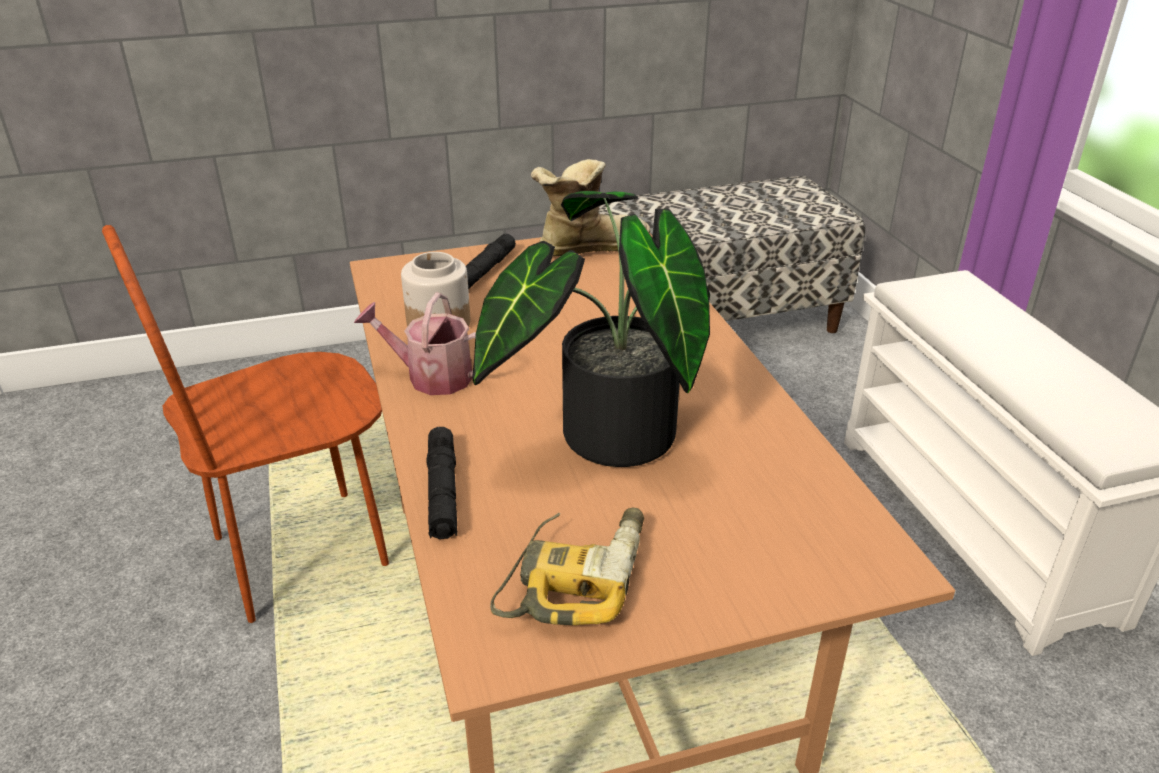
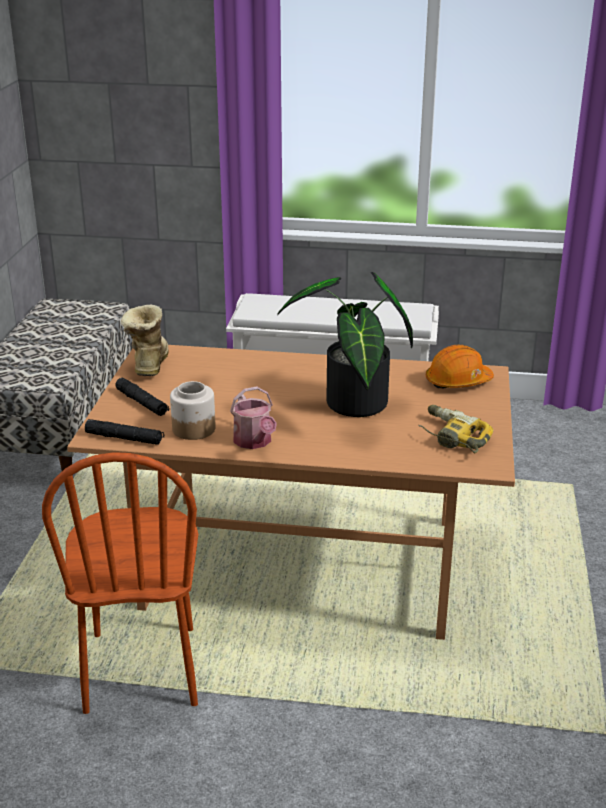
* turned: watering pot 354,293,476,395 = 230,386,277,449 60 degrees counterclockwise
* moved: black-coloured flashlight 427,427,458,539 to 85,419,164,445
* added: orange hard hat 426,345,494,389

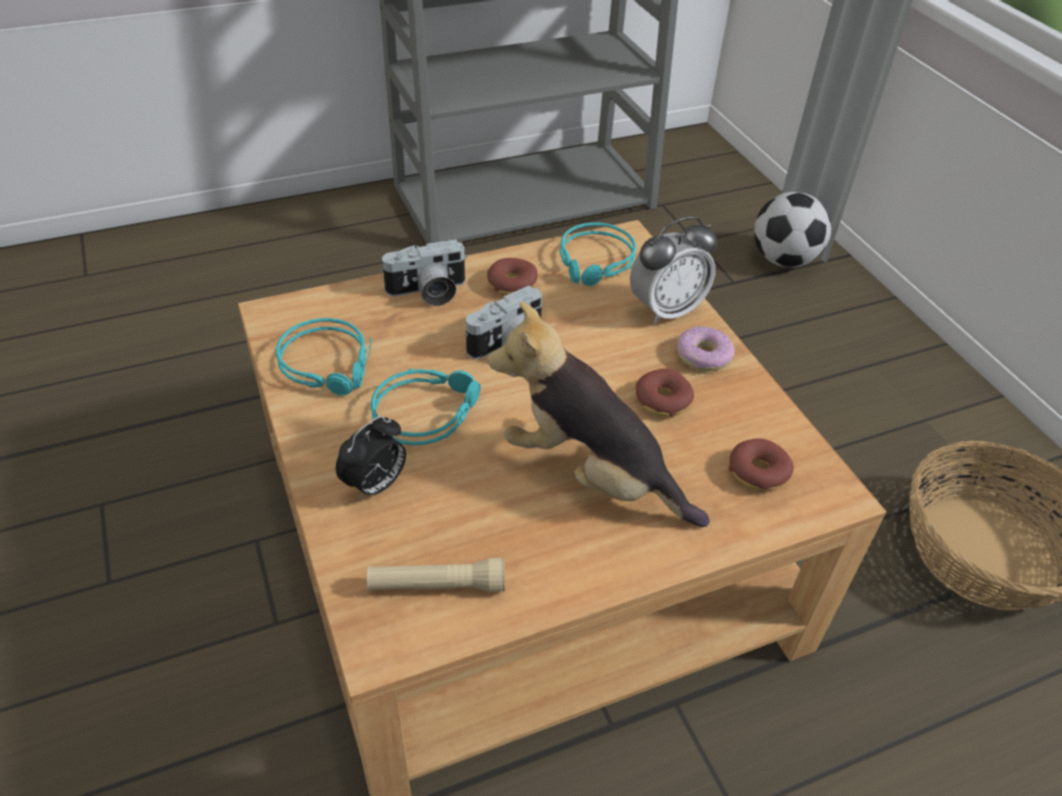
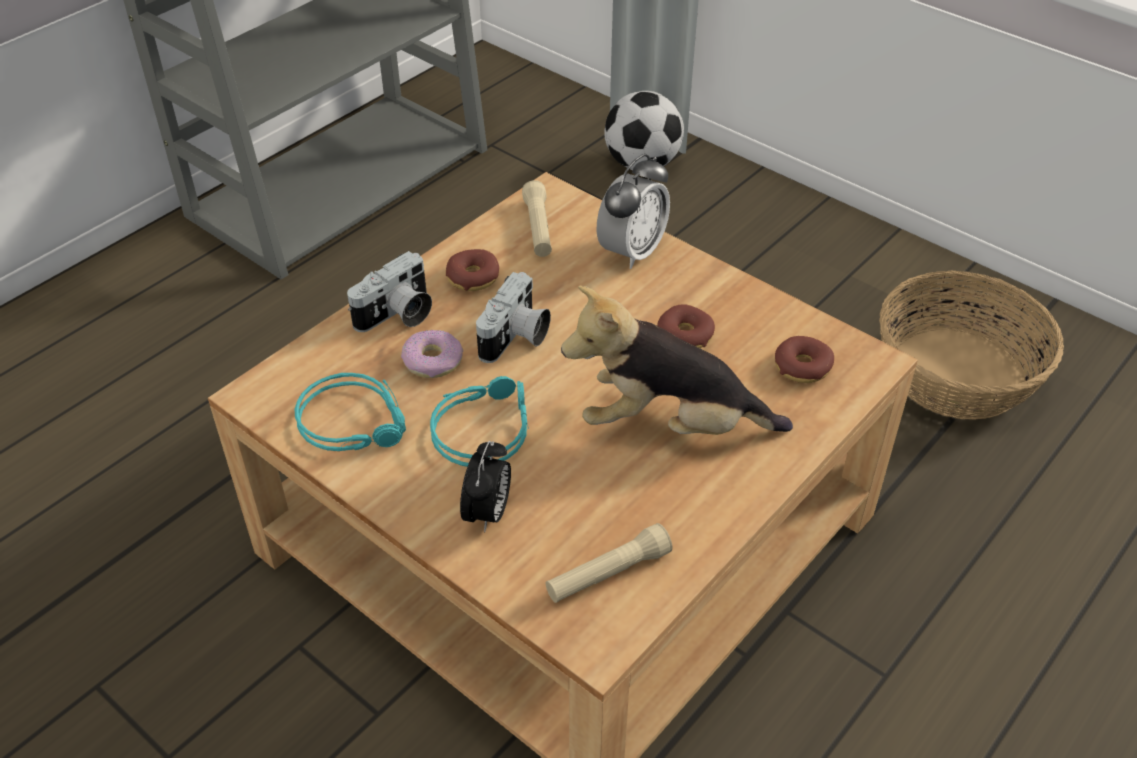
* replaced: turquoise-coloured pair of headphones 559,223,636,286 to beige flashlight 522,180,552,257
* moved: doughnut 677,326,735,371 to 401,330,463,378

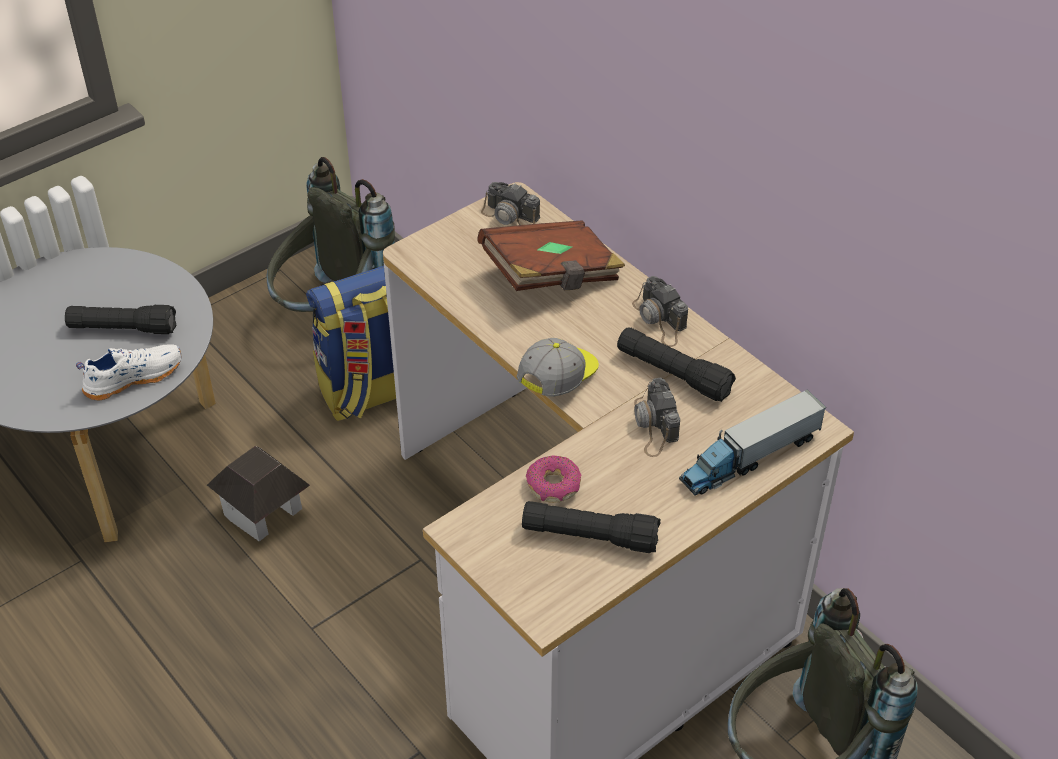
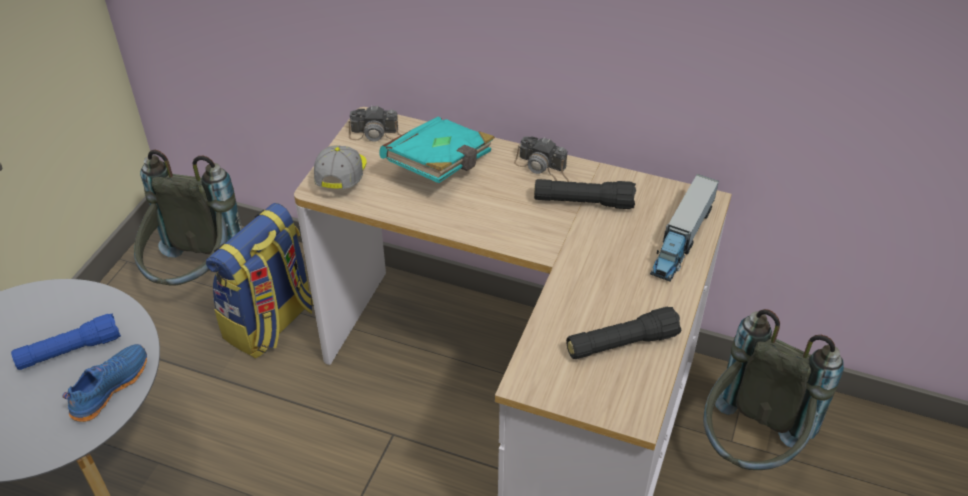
* recoloured: black-coloured flashlight 65,305,176,334 to blue flashlight 11,313,121,370
* recoloured: white-coloured item of footwear 76,344,181,400 to blue item of footwear 62,344,147,422
* removed: miniature house 207,446,310,542
* recoloured: brown volume 477,220,625,291 to turquoise-coloured volume 380,117,495,183
* moved: peaked cap 517,338,599,397 to 314,145,367,189
* removed: doughnut 526,455,581,503
* removed: still camera 634,378,680,457

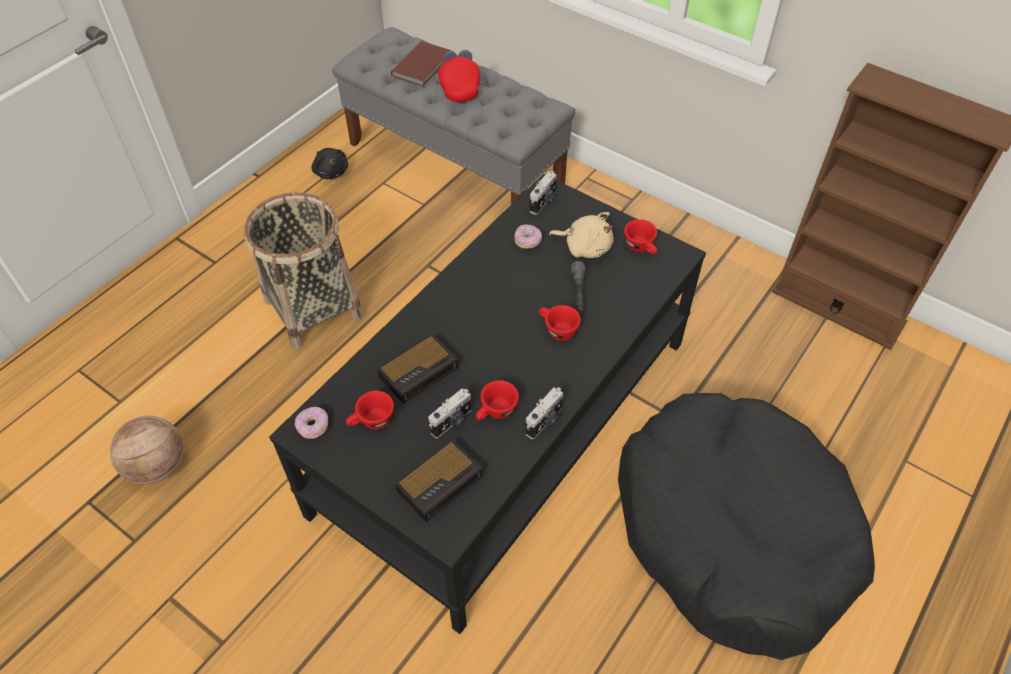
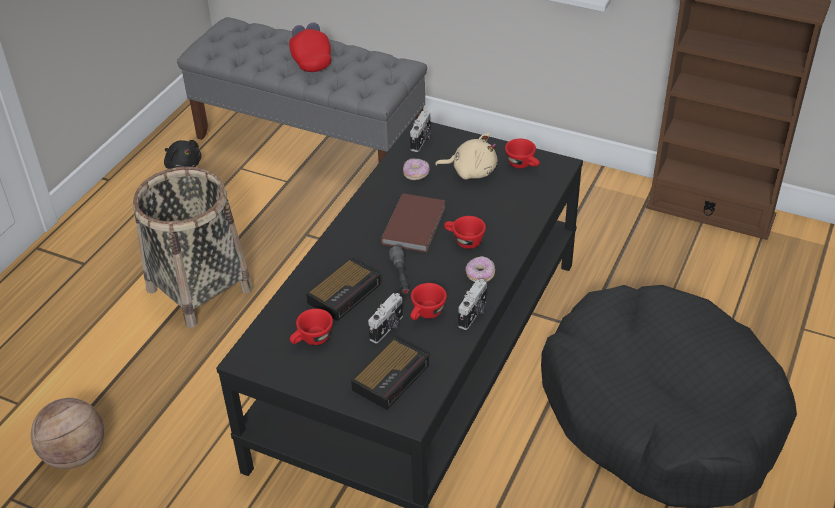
* moved: doughnut 295,407,328,439 to 465,256,495,282
* moved: brown volume 391,41,452,87 to 380,193,446,252
* moved: gray flashlight 571,261,586,312 to 389,246,409,294

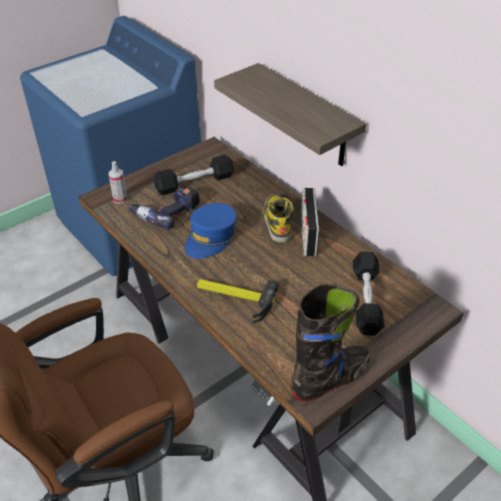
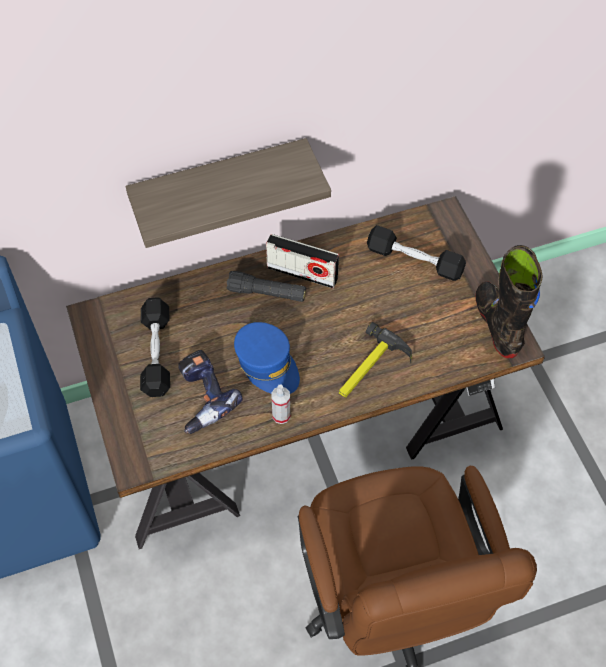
* moved: spray bottle 108,161,127,204 to 271,384,290,424
* replaced: tall boot 263,194,294,243 to black-coloured flashlight 227,271,306,302

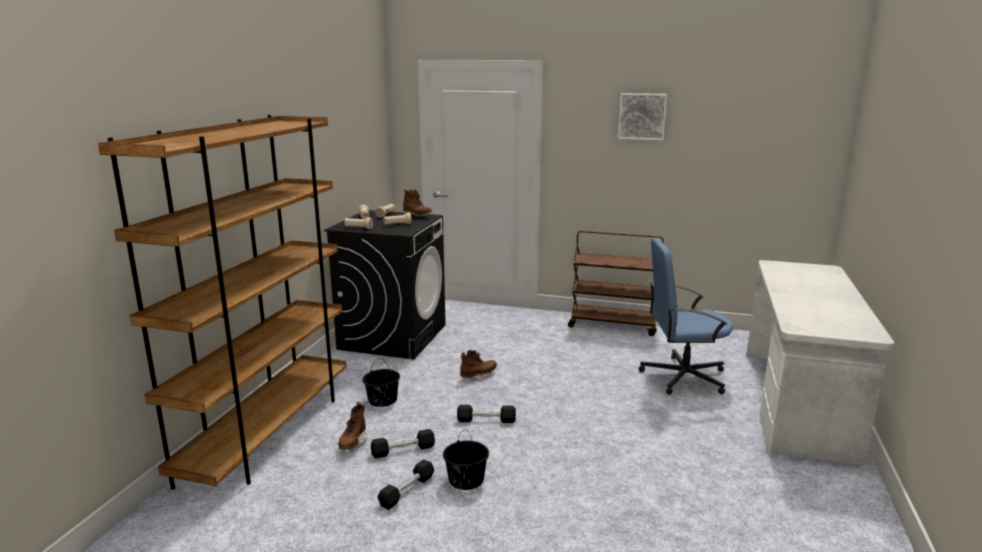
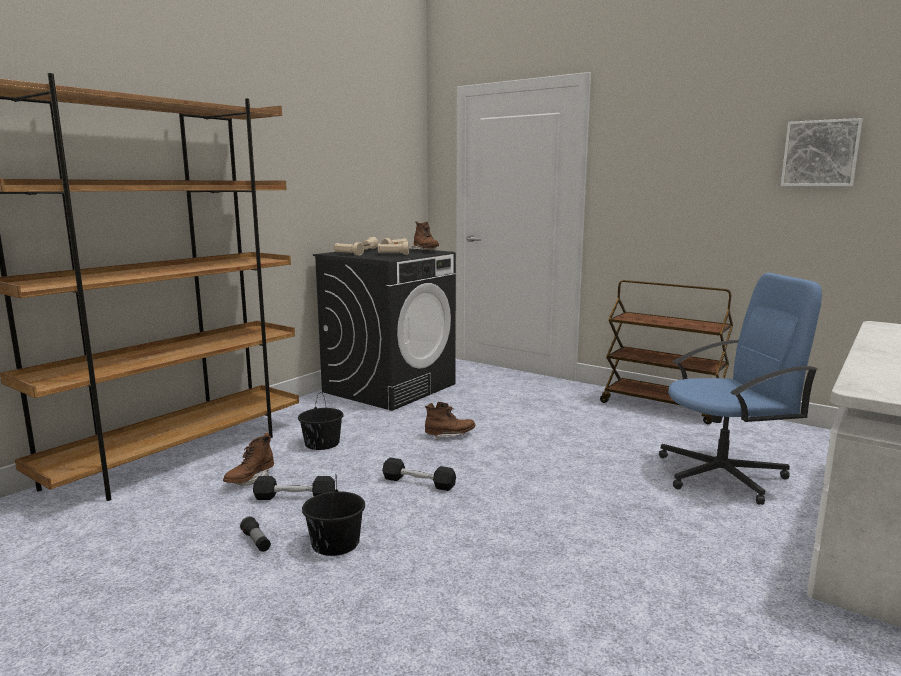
* replaced: black-coloured hand weight 378,459,434,510 to flashlight 240,516,271,552
* moved: picture 618,93,667,140 to 781,118,863,186
* turned: blue computer chair 639,238,733,395 = 659,273,822,505 150 degrees clockwise

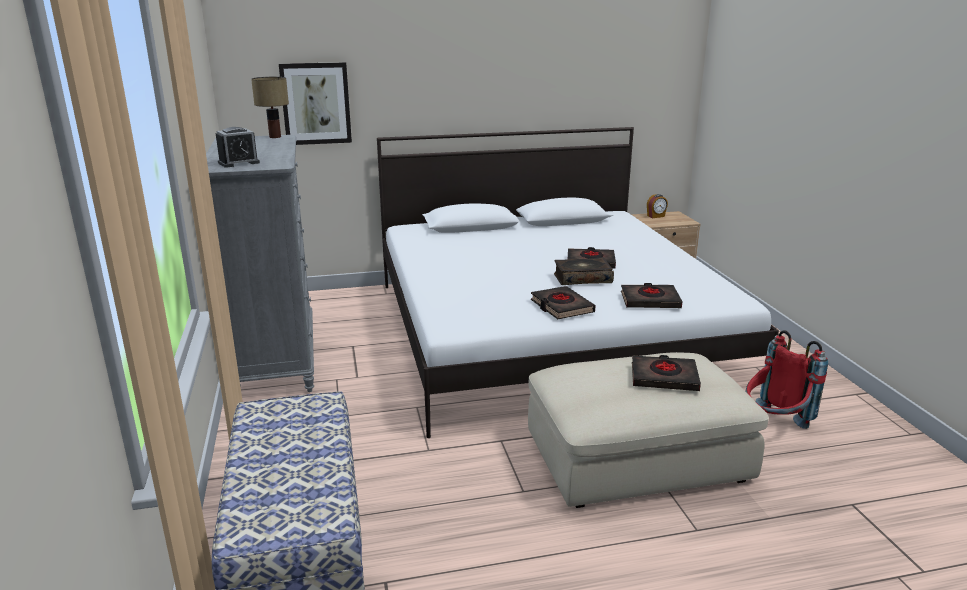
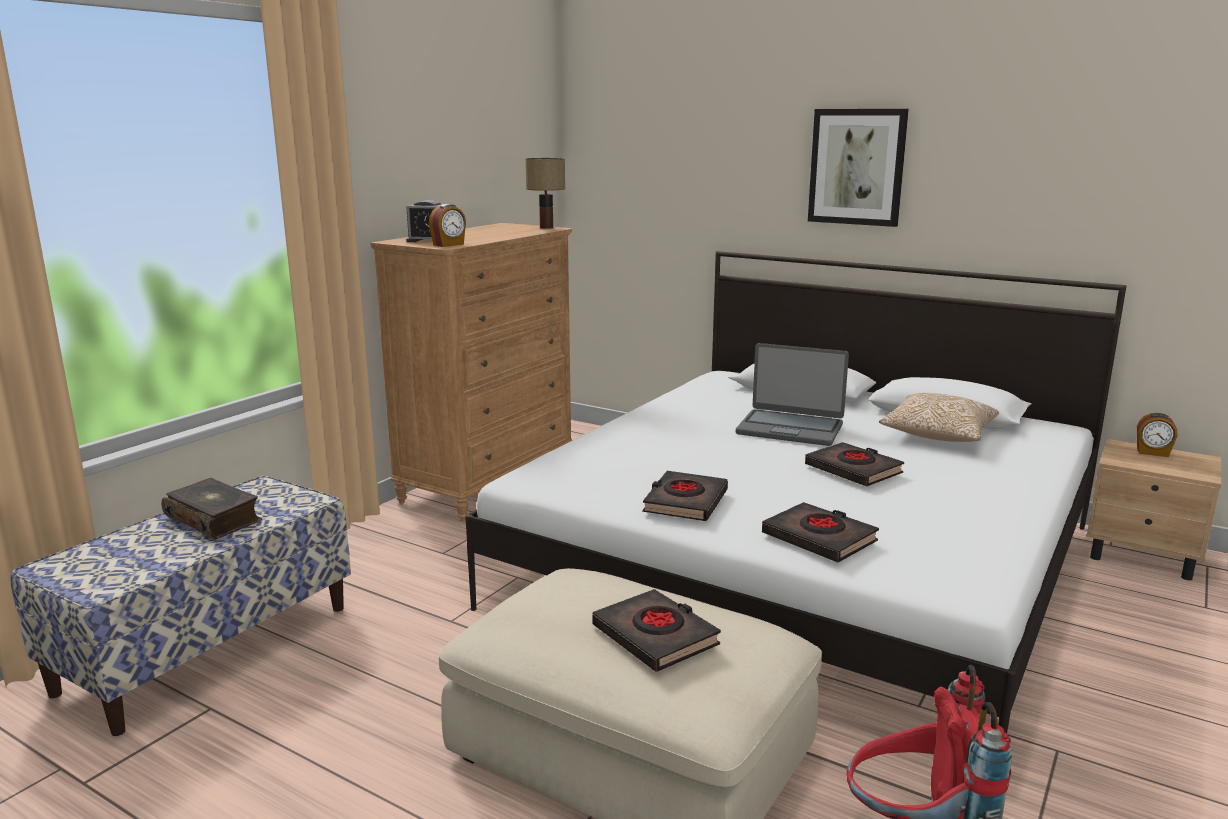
* recoloured: gray drawer chest 206,135,314,392 to brown drawer chest 370,223,572,522
* moved: picture 279,62,352,145 to 808,109,909,227
* moved: volume 554,257,614,285 to 161,478,262,539
* added: bedside clock 429,204,466,247
* added: laptop 736,343,849,446
* added: pillow 879,393,999,442

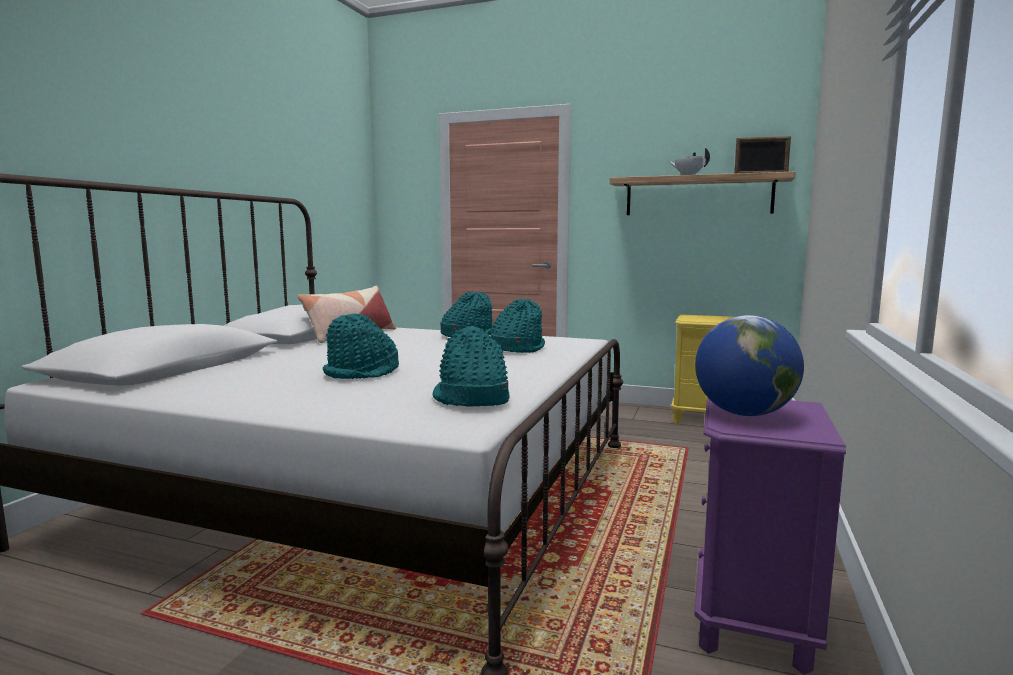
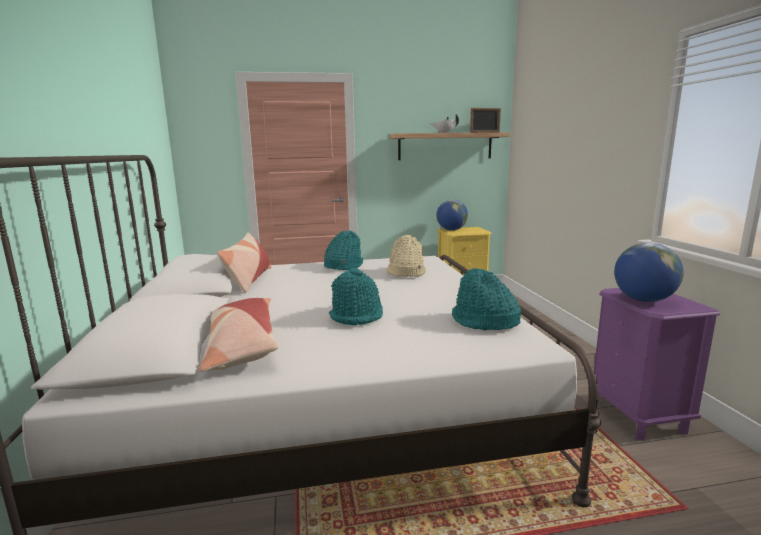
* recoloured: turquoise-coloured hat 491,299,545,353 to beige hat 386,234,426,277
* added: pillow 199,298,279,372
* added: globe 437,199,468,231

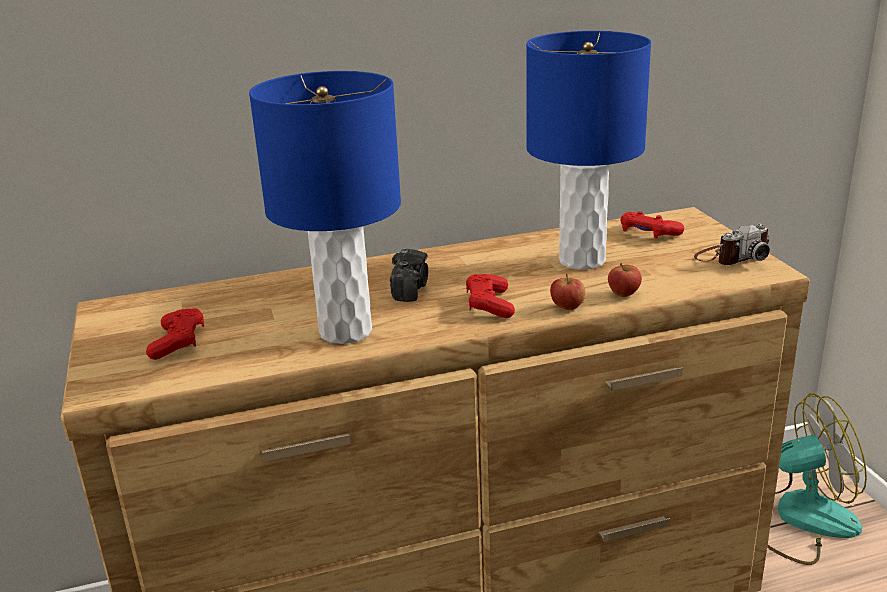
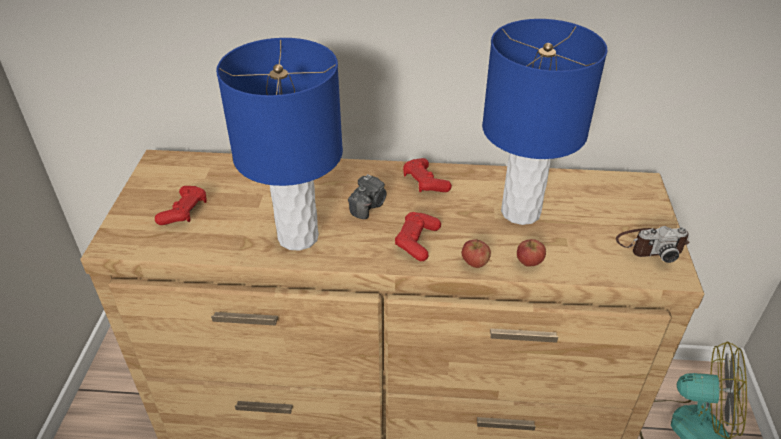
* moved: reddish game controller 620,211,684,239 to 403,158,452,192

